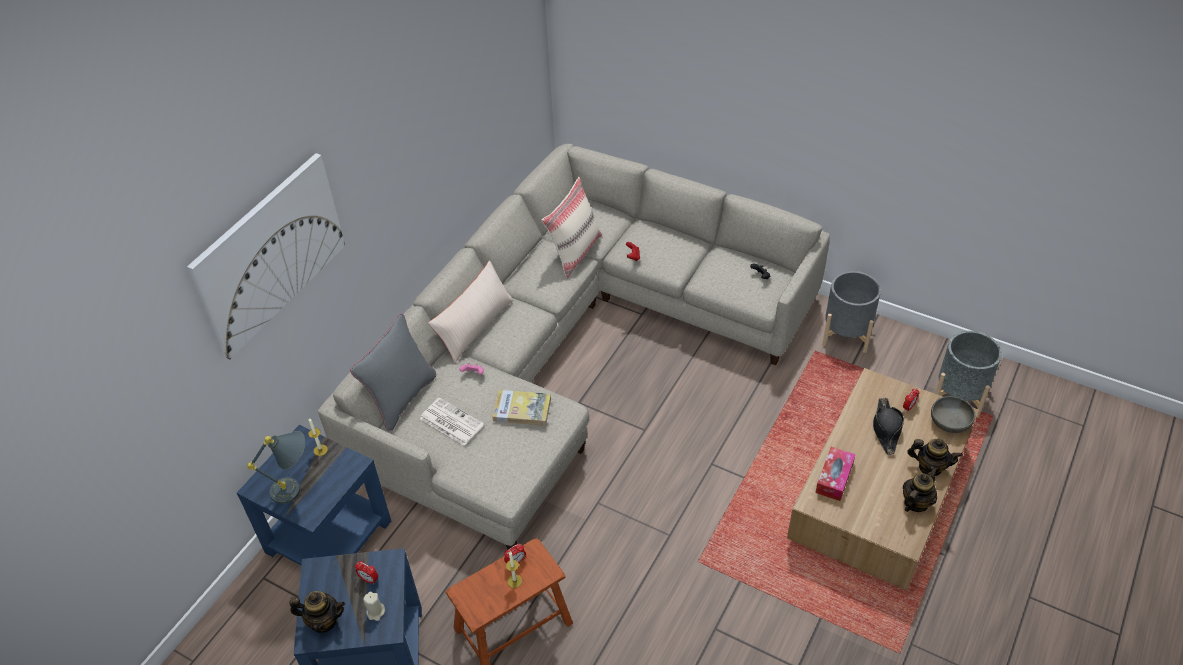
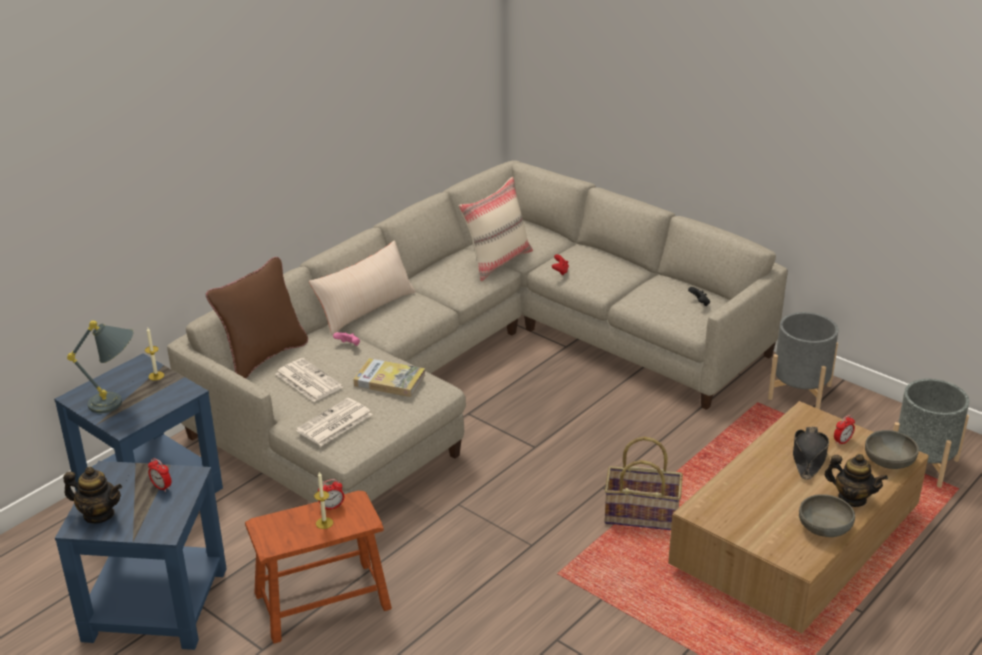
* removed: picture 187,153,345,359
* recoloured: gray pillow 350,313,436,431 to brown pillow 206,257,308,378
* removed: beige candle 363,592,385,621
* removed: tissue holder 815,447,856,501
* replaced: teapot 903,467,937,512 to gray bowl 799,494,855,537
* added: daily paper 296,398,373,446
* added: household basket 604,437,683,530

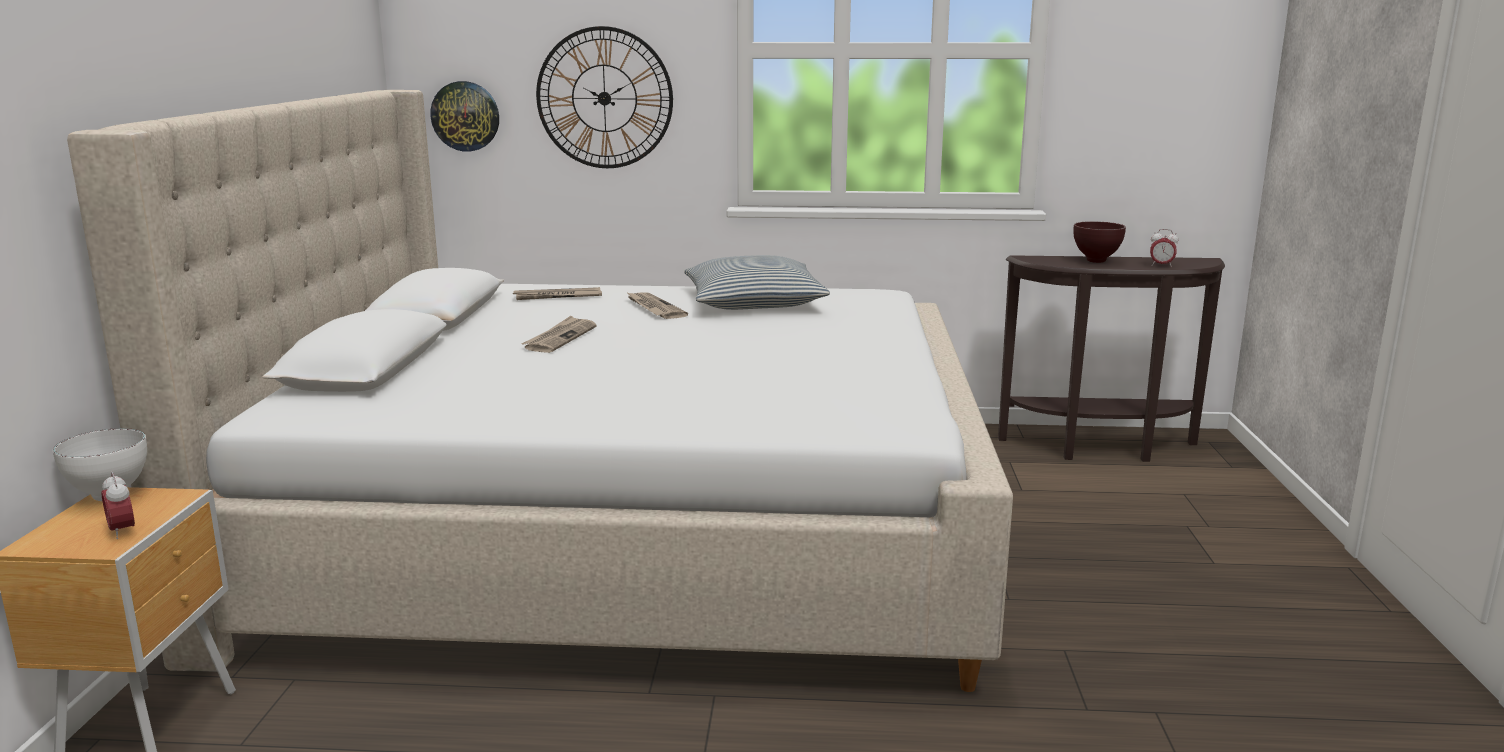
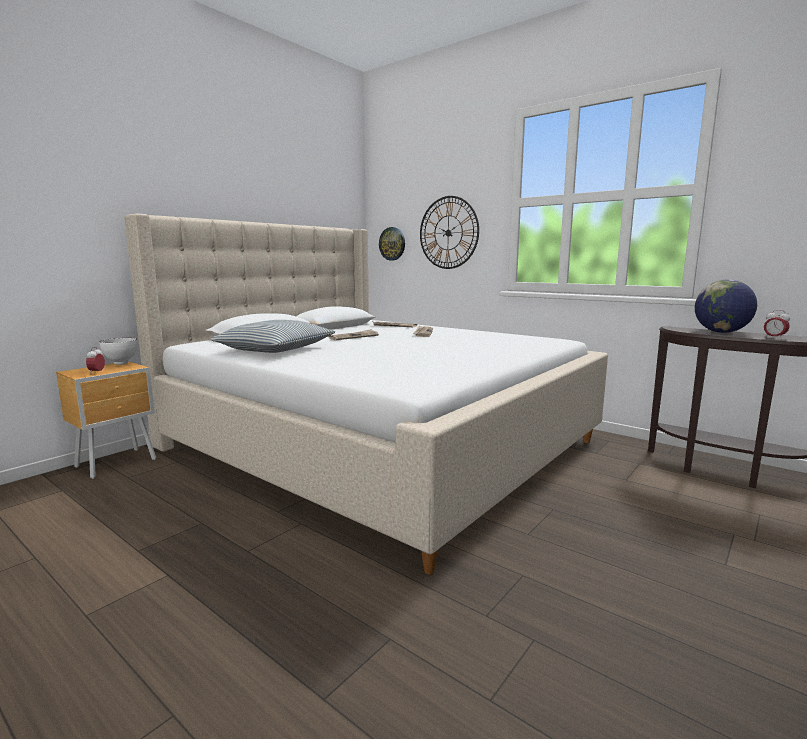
* moved: pillow 684,255,830,310 to 210,320,335,353
* replaced: brown bowl 1073,221,1126,263 to globe 695,279,757,333

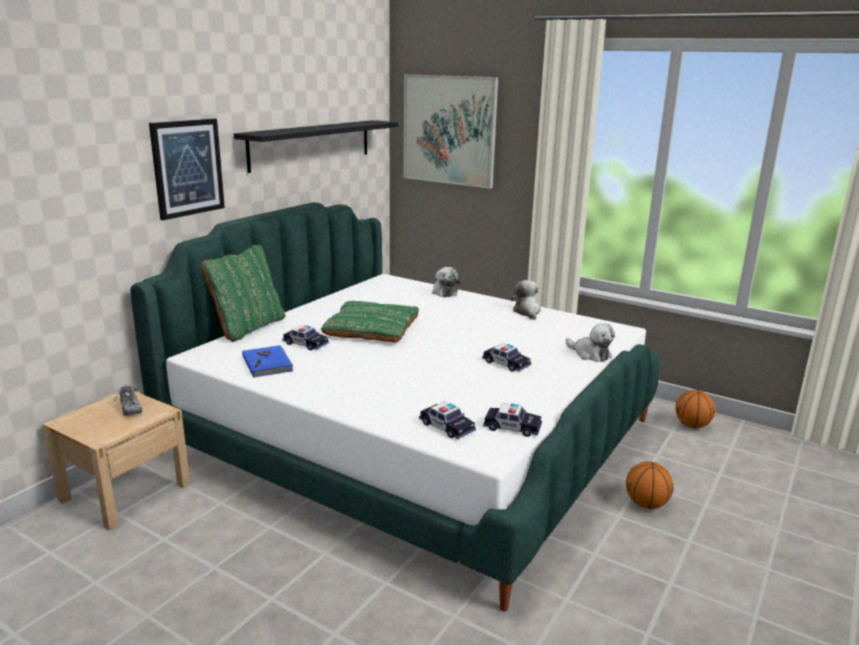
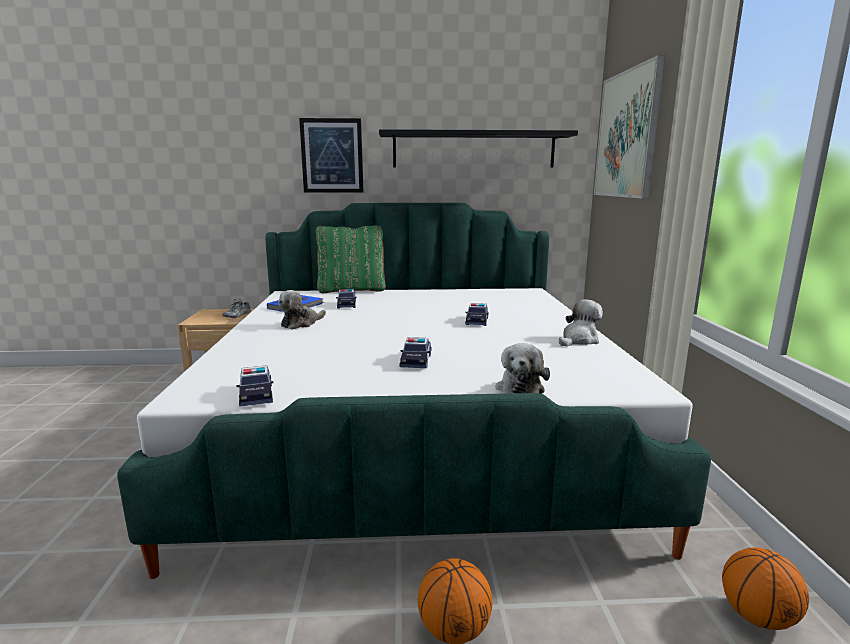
* removed: green-coloured pillow 321,301,419,343
* moved: miniature car 419,401,476,439 to 465,303,489,326
* moved: plush toy 432,267,461,297 to 278,290,326,329

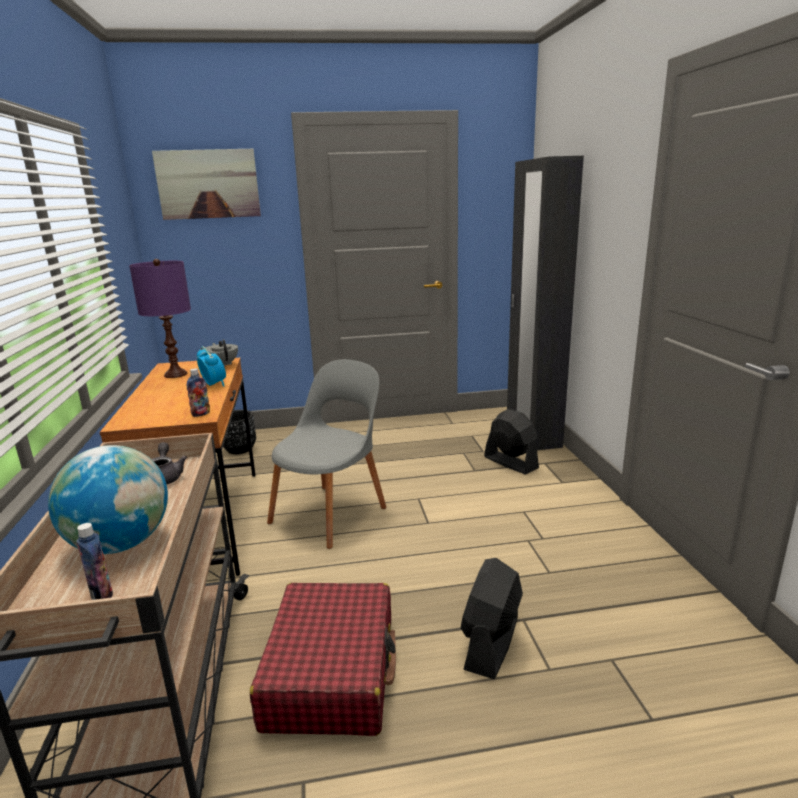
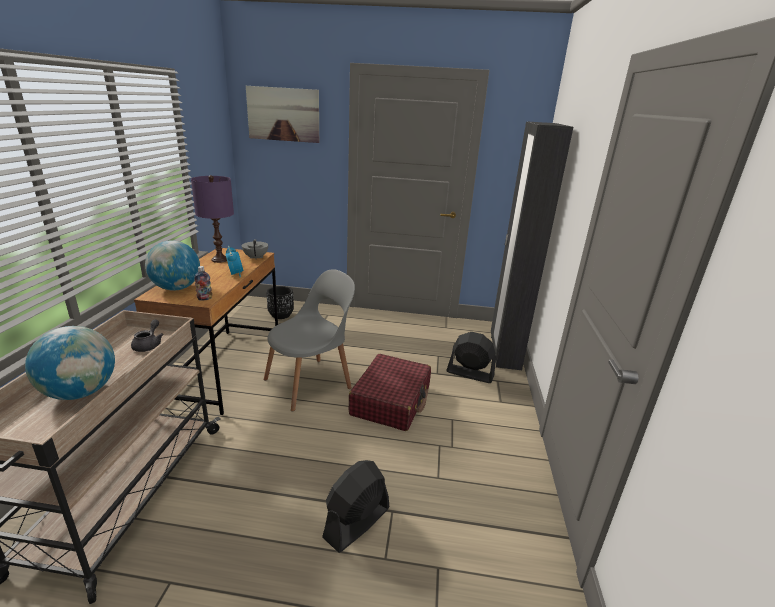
* removed: bottle 76,523,113,600
* moved: reddish travel case 250,583,396,736 to 349,354,431,431
* turned: black-coloured cooling fan 484,409,539,474 = 446,332,496,383 45 degrees counterclockwise
* added: globe 145,240,200,291

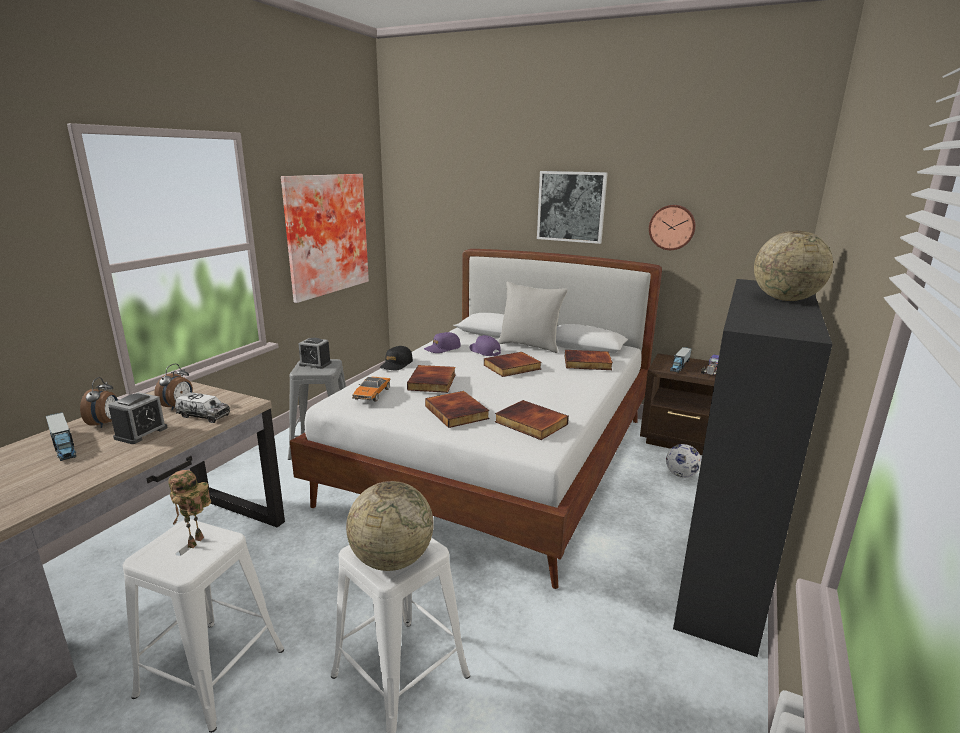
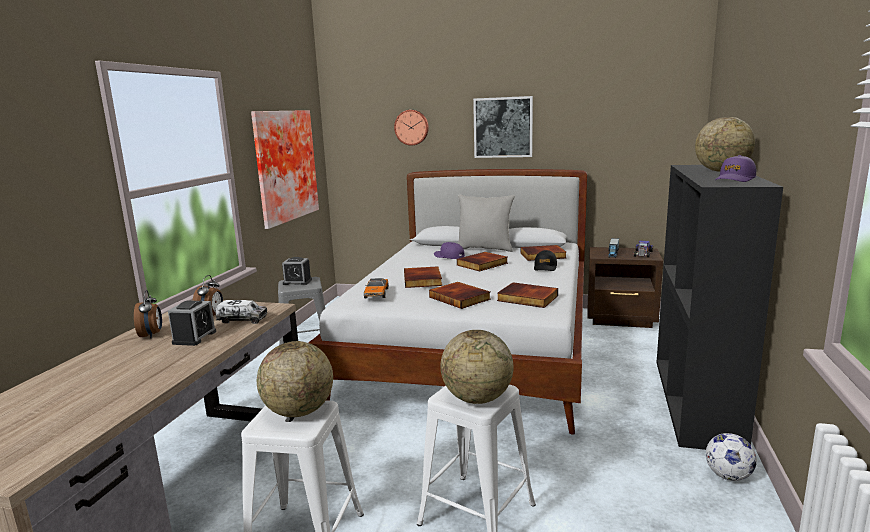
* removed: toy lorry 46,412,77,461
* replaced: toy robot 168,470,211,548 to globe 257,341,333,417
* moved: black-coloured peaked cap 379,346,413,371 to 534,250,557,271
* moved: purple peaked cap 424,332,461,353 to 715,155,756,182
* moved: hanging clock 649,205,696,250 to 394,110,429,145
* moved: ball for football 666,444,701,478 to 706,433,757,481

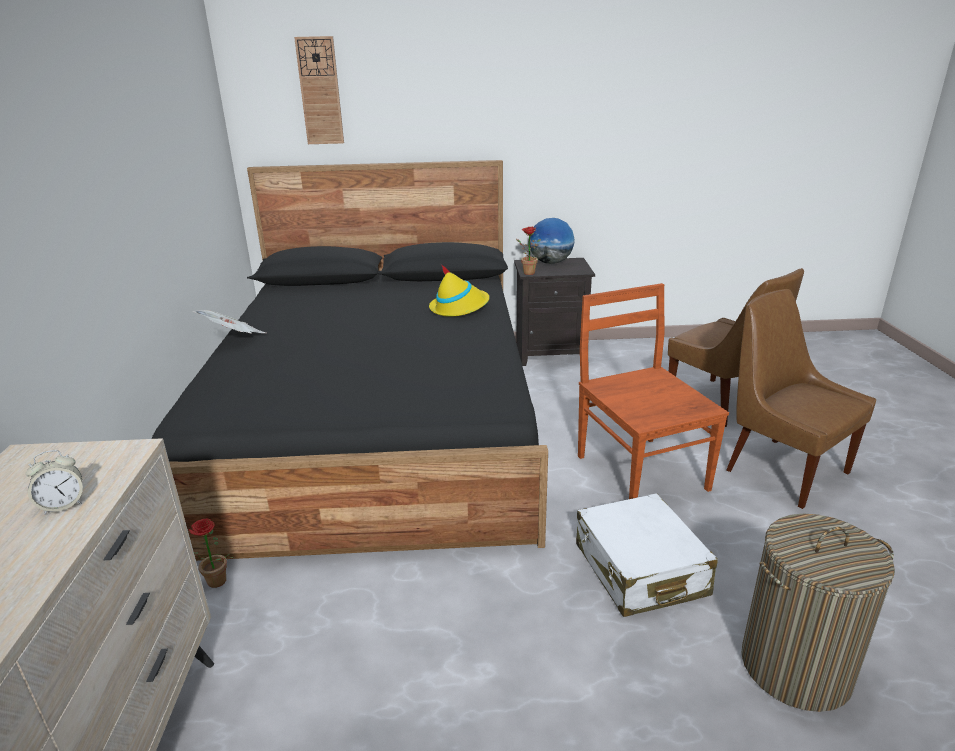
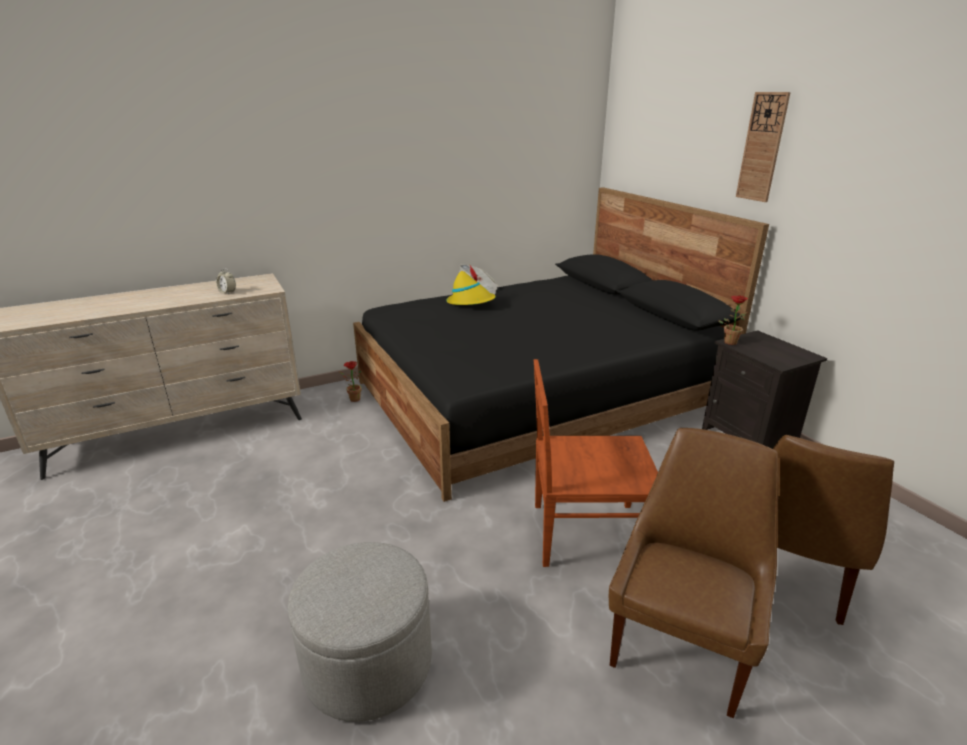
* moved: hanging clock 294,36,344,144 to 736,92,791,202
* moved: yellow-coloured hat 429,264,490,317 to 446,265,495,305
* removed: globe 530,218,575,264
* removed: white-coloured travel case 576,493,718,617
* turned: brown plain chair 578,283,729,499 = 534,359,658,567 135 degrees counterclockwise
* replaced: laundry basket 741,513,895,712 to gray pouffe 288,542,432,722

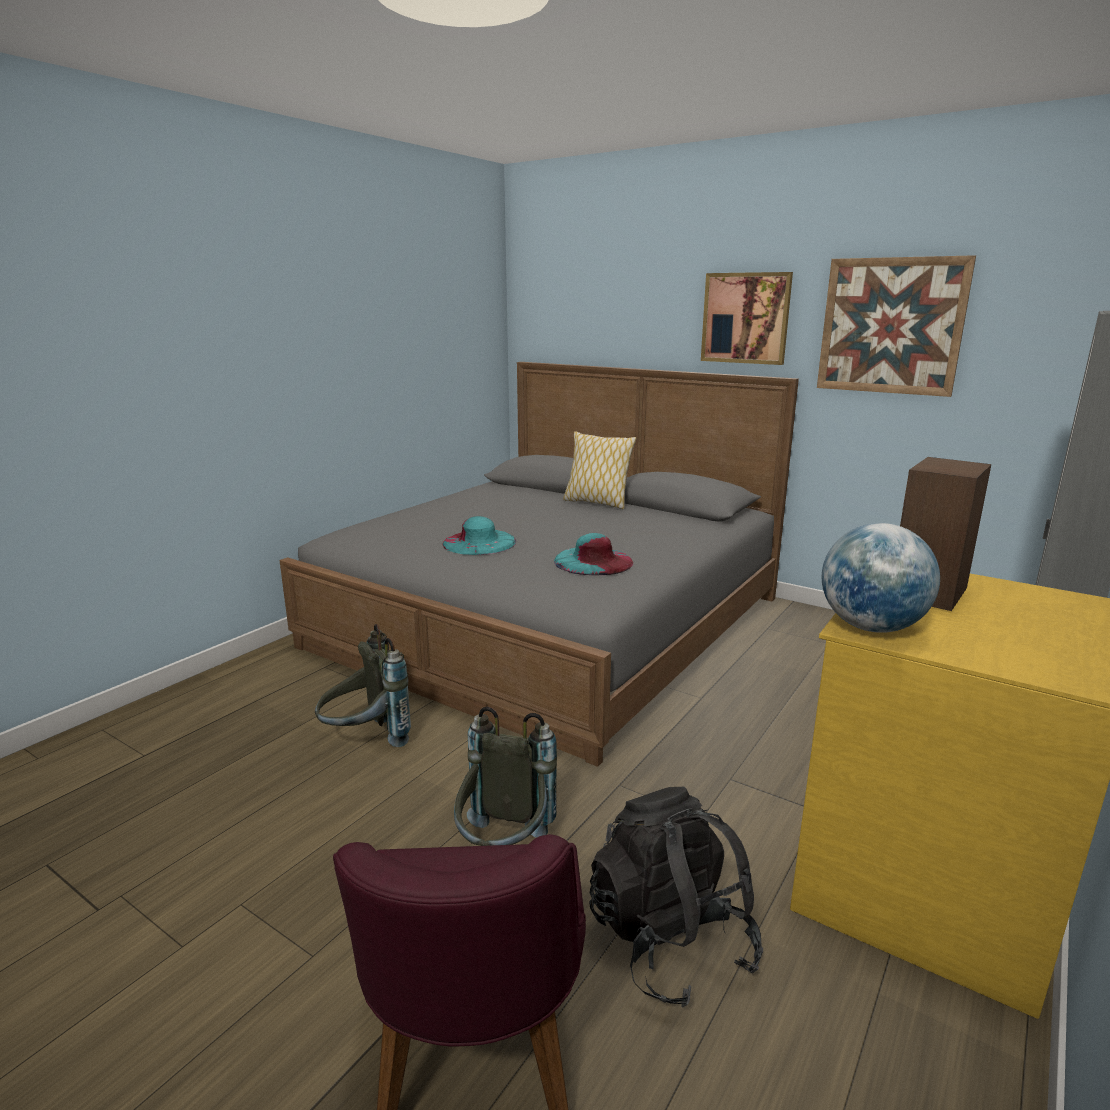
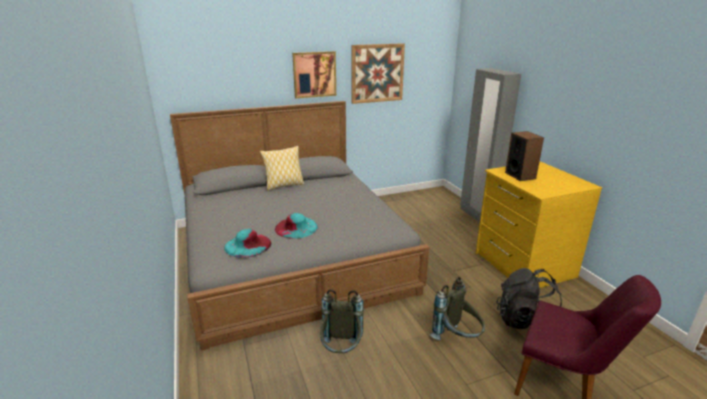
* moved: turquoise-coloured hat 554,533,633,575 to 224,229,272,258
* removed: globe 822,523,940,633

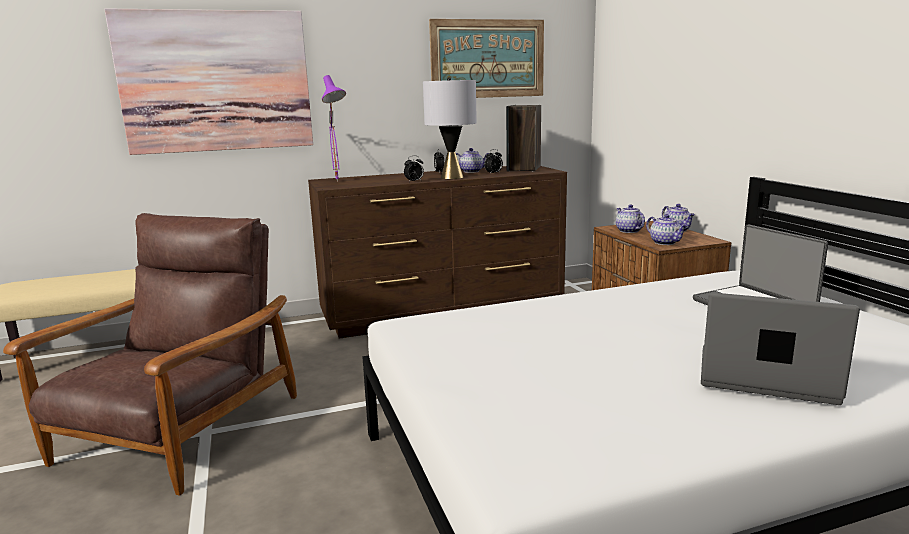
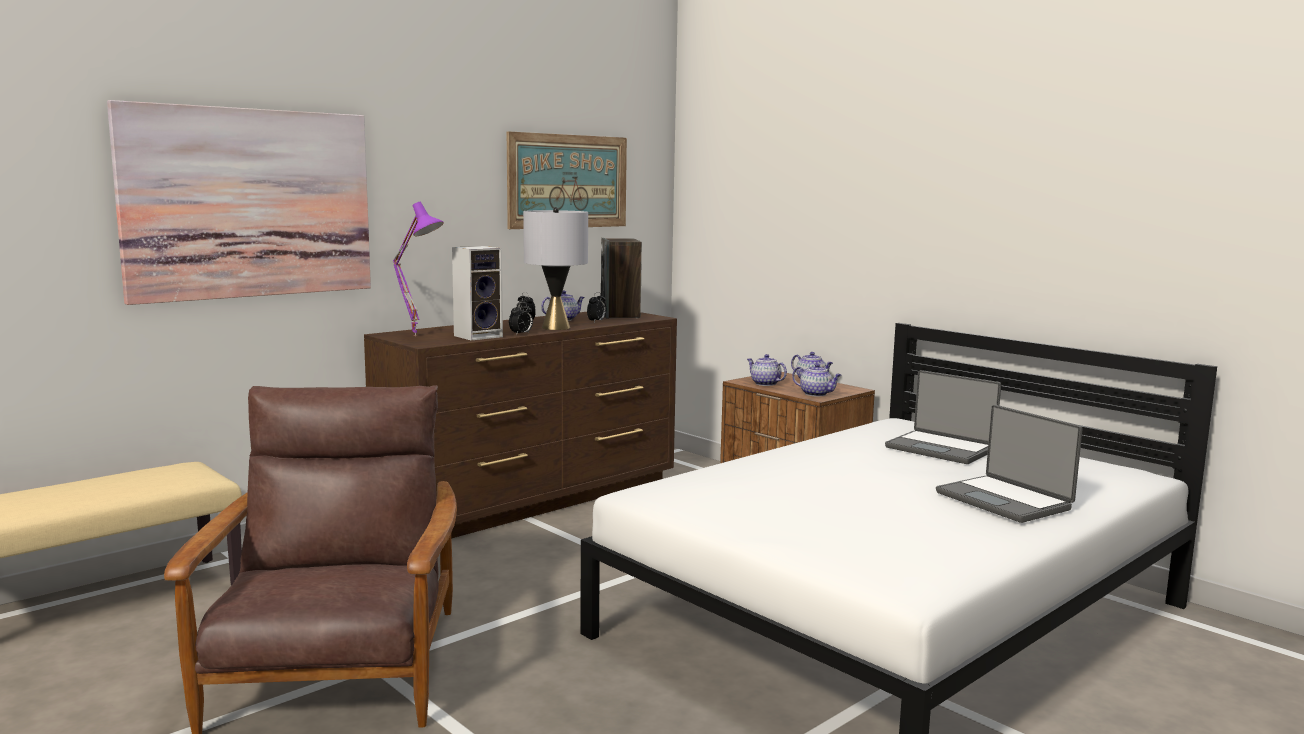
* turned: laptop 701,293,860,405 = 936,405,1083,523 120 degrees counterclockwise
* added: loudspeaker 452,246,503,341

